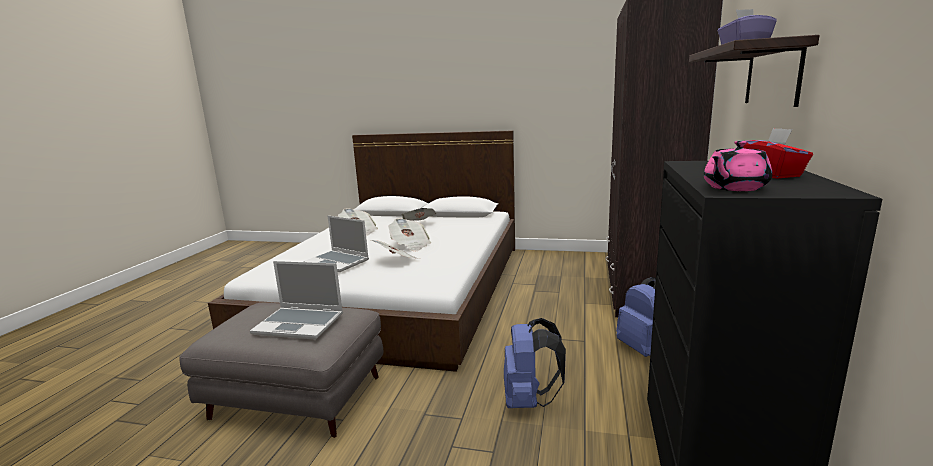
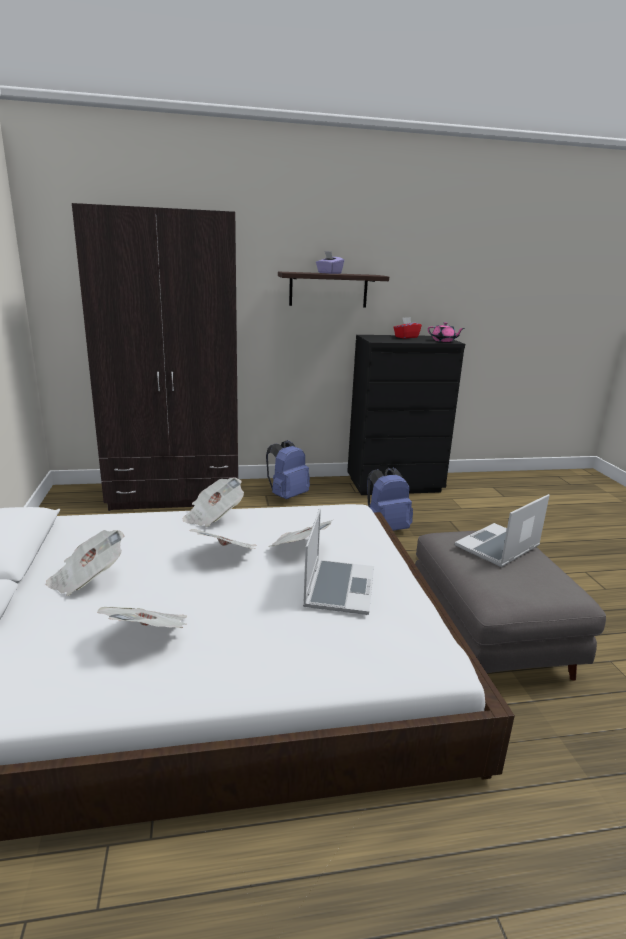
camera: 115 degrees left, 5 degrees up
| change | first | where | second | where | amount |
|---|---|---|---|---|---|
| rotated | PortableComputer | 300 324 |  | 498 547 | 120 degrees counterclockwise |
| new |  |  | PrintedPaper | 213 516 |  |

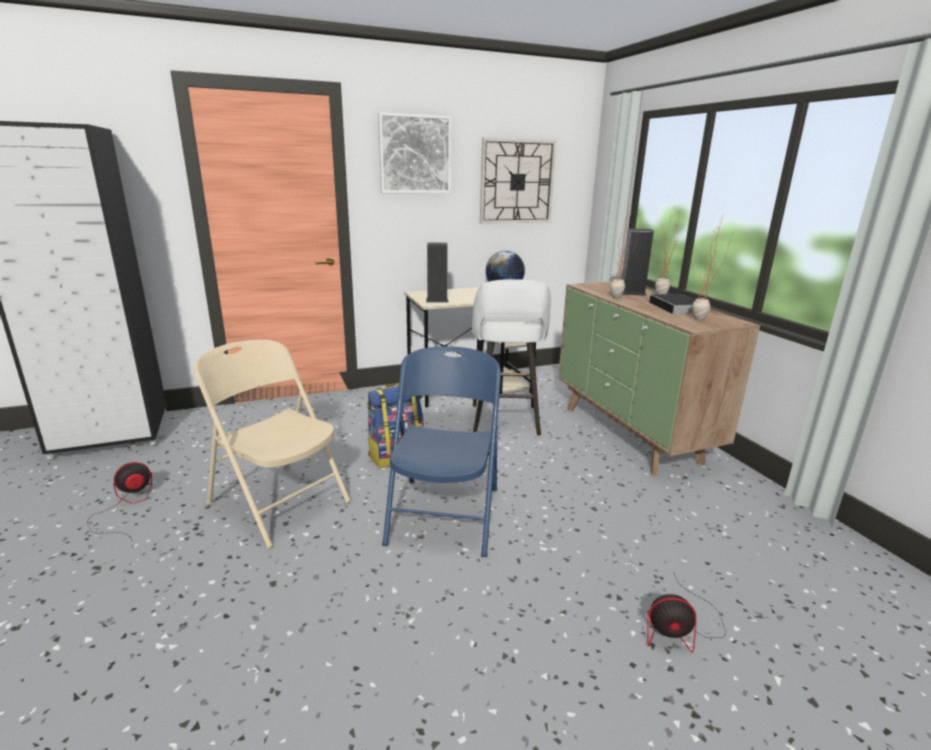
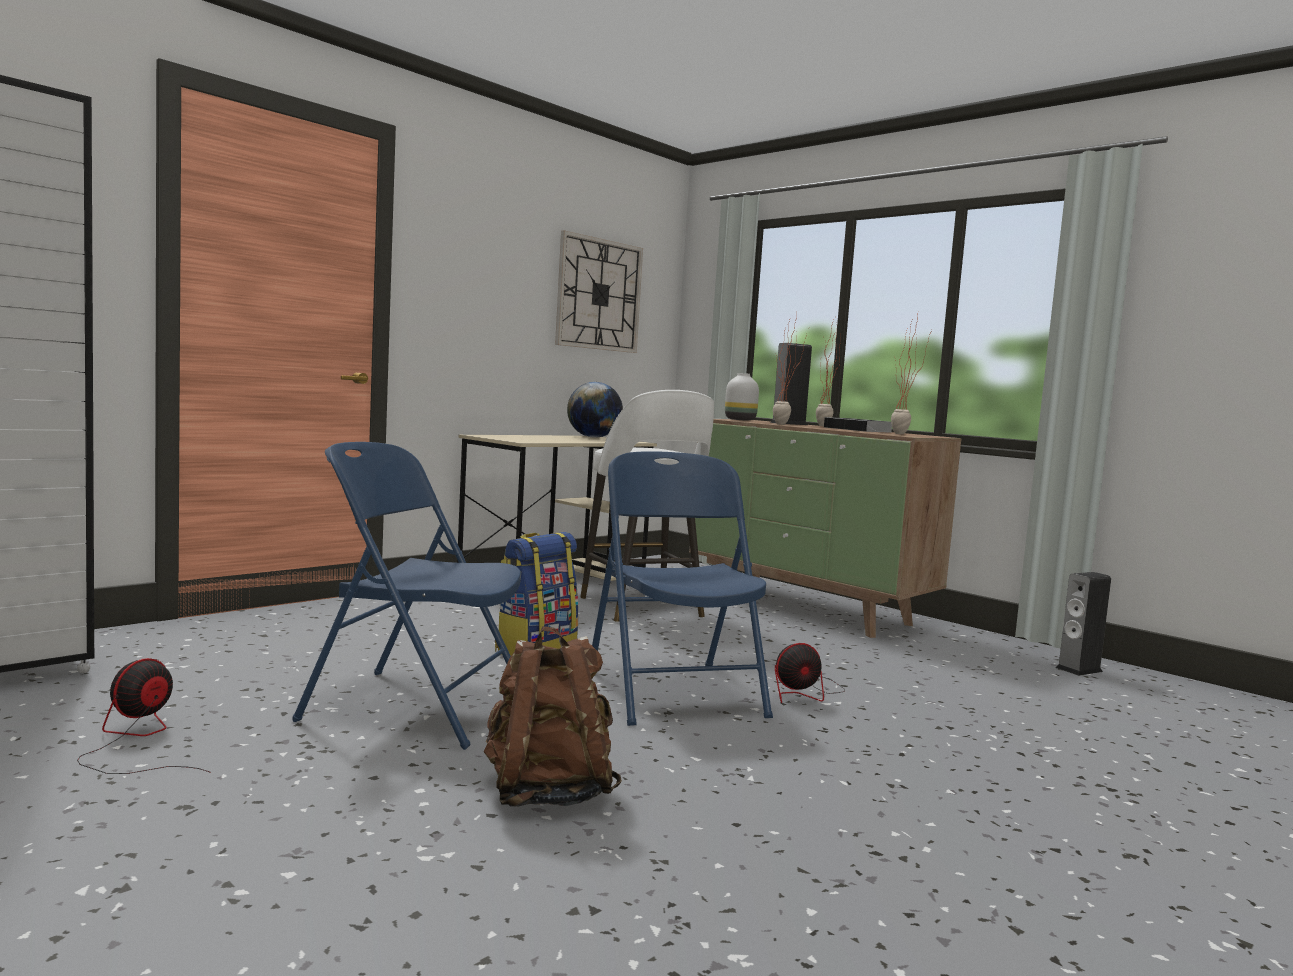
camera: 25 degrees left, 15 degrees down
| change | first | where | second | where | amount |
|---|---|---|---|---|---|
| gone | WallArt | 415 154 |  |  |  |
| shifted | AudioSpeaker | 437 300 |  | 1079 669 |  |
| repainted | BeigePlainChair | 279 502 | BluishPlainChair | 417 707 |  |
| shifted | CoolingFan | 680 628 |  | 803 692 |  |
| new |  |  | WhitishFlowerVase | 740 420 |  |
| new |  |  | BrownColouredBackpack | 547 793 |  |

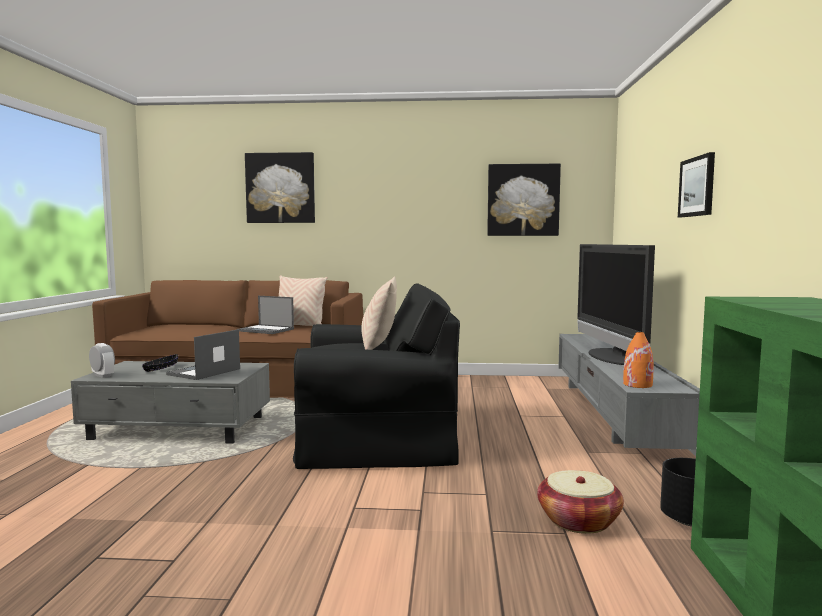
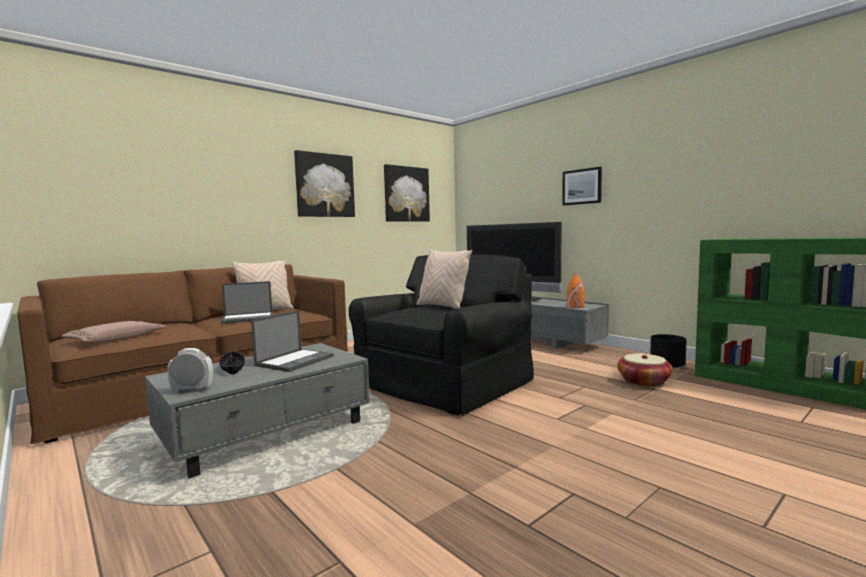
camera: 45 degrees left, 0 degrees up
| change | first | where | second | where | amount |
|---|---|---|---|---|---|
| shifted | WallArt | 280 188 |  | 324 185 |  |
| rotated | PortableComputer | 203 372 |  | 295 360 | 135 degrees counterclockwise |
| new |  |  | BeigeCushion | 116 337 |  |

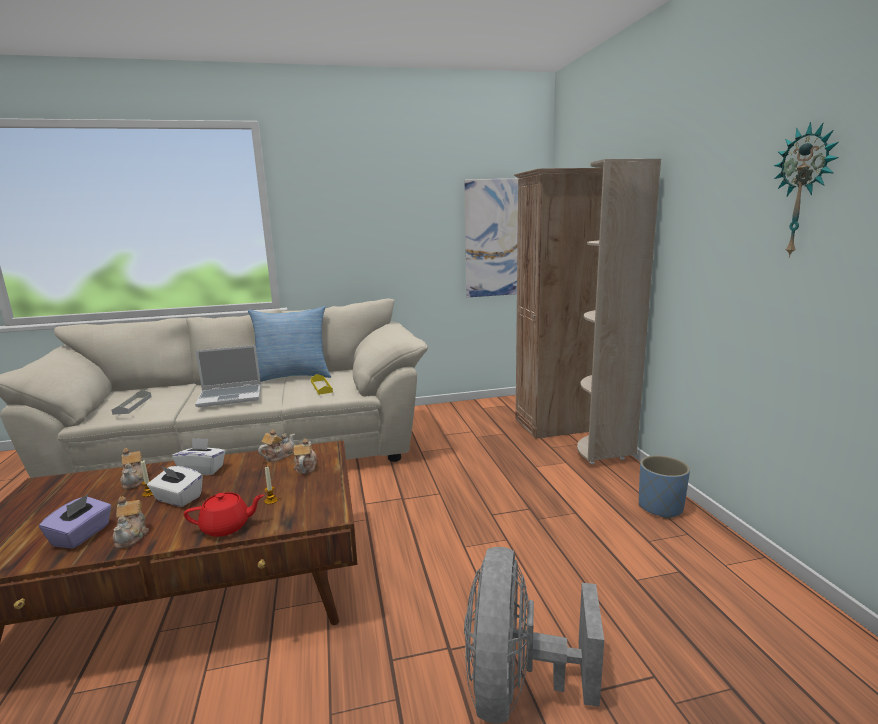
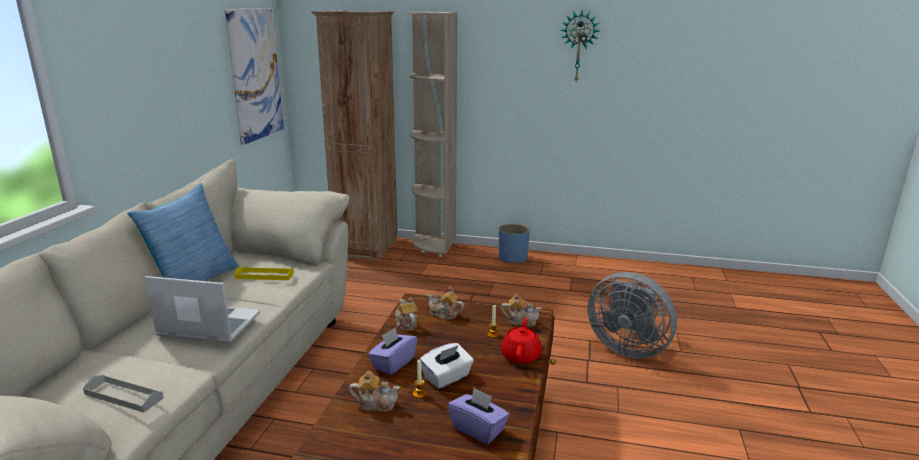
camera: 65 degrees left, 5 degrees up
| change | first | where | second | where | amount |
|---|---|---|---|---|---|
| rotated | PortableComputer | 231 396 |  | 207 326 | 90 degrees counterclockwise |
| repainted | WhitishBoxOfTissues | 202 470 | PurpleBoxOfTissues | 393 363 |  |
| shifted | Teapot | 132 535 |  | 520 321 |  |

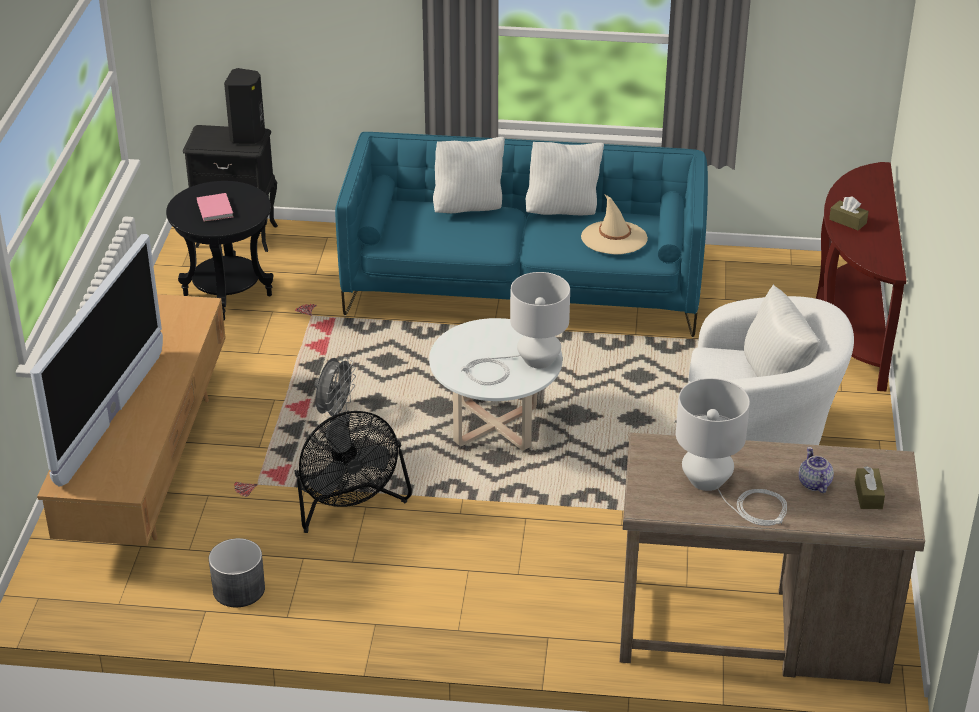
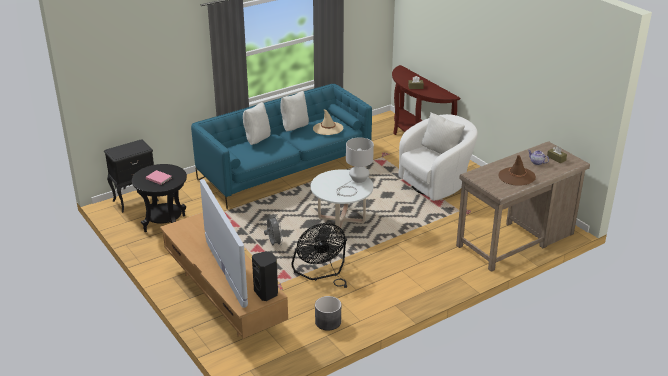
camera: 40 degrees left, 5 degrees down
| change | first | where | second | where | amount |
|---|---|---|---|---|---|
| shifted | BlackishAudioSpeaker | 248 136 |  | 267 293 |  |
| swapped | WhitishTabletopLamp | 727 491 | BrownColouredClothingHat | 516 176 |  |
| rotated | BlackishCoolingFan | 344 504 |  | 324 273 | 135 degrees counterclockwise |

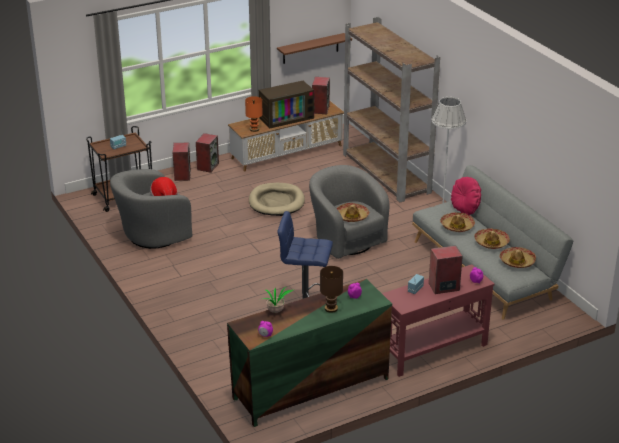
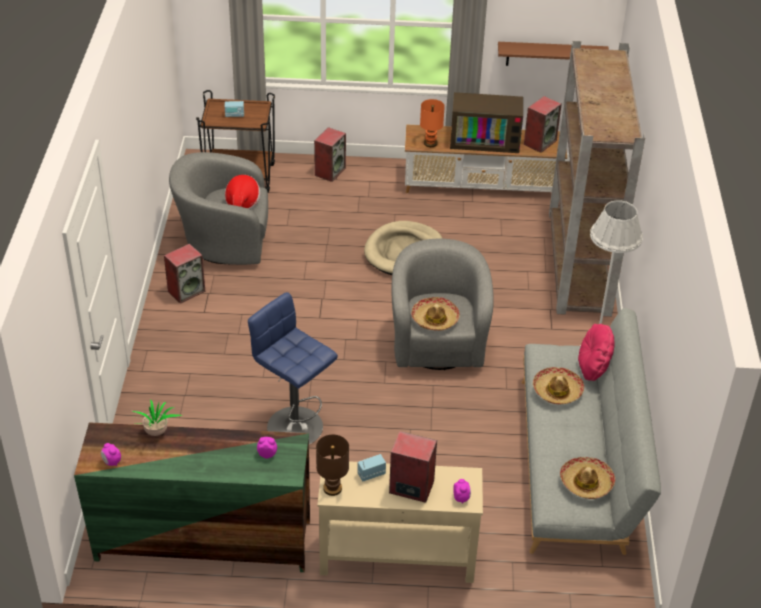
camera: 30 degrees right, 10 degrees up
| change | first | where | second | where | amount |
|---|---|---|---|---|---|
| shifted | AudioSpeaker | 207 166 |  | 186 291 |  |
| gone | ClothingHat | 491 243 |  |  |  |
| repainted | ReddishNarrowTable | 432 350 | BeigeNarrowTable | 396 556 |  |
| shifted | BrownColouredTabletopLamp | 331 308 |  | 332 488 |  |

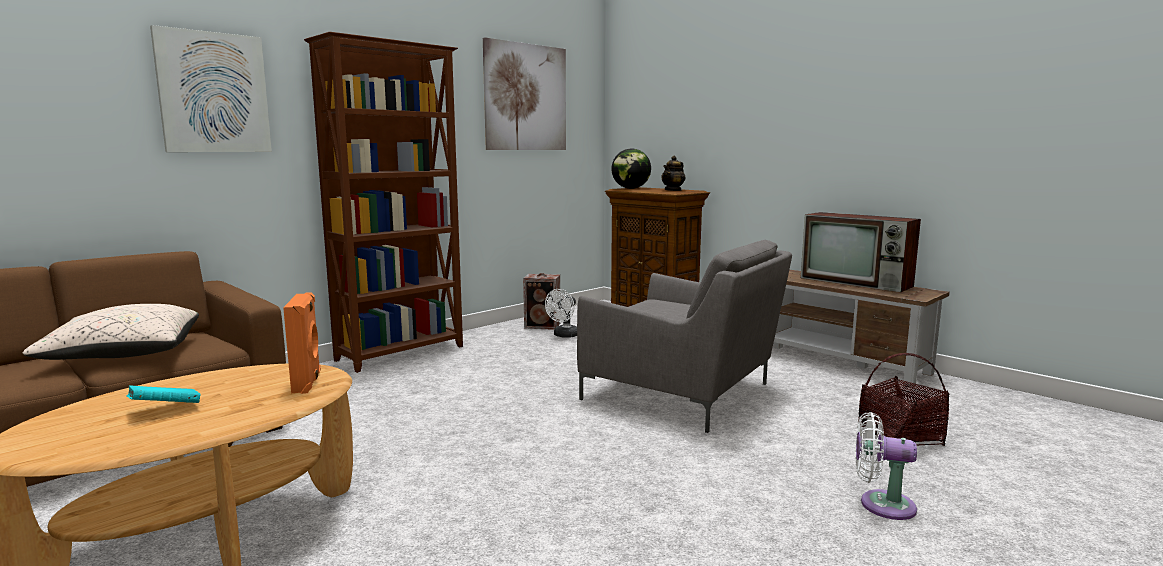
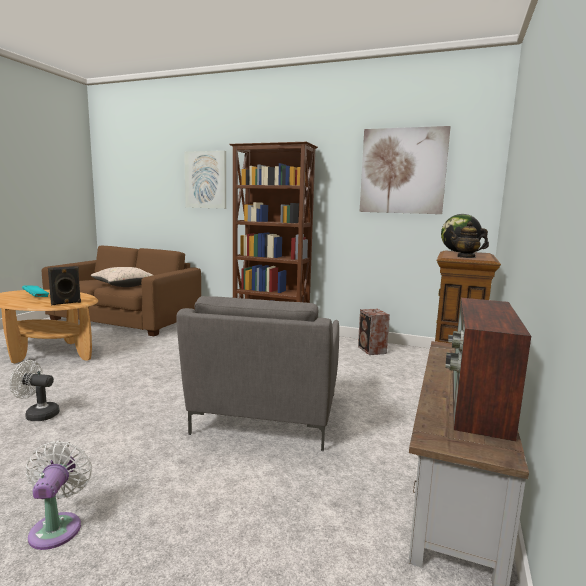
camera: 65 degrees right, 0 degrees up
| change | first | where | second | where | amount |
|---|---|---|---|---|---|
| shifted | WhitishCoolingFan | 564 335 |  | 37 414 |  |
| repainted | OrangeyAudioSpeaker | 308 382 | BlackishAudioSpeaker | 66 303 |  |
| gone | Basket | 900 437 |  |  |  |

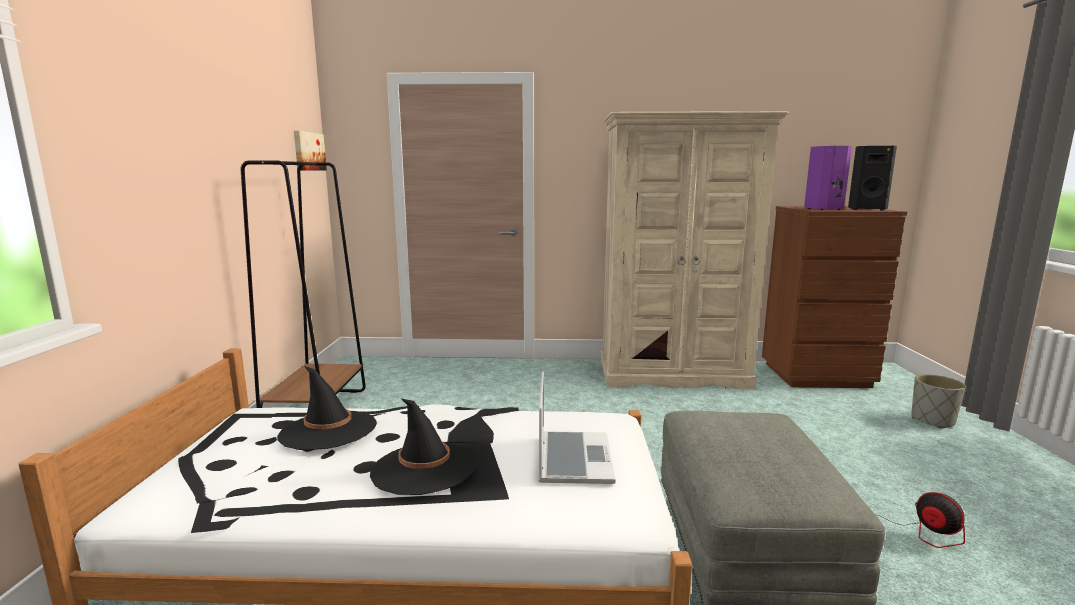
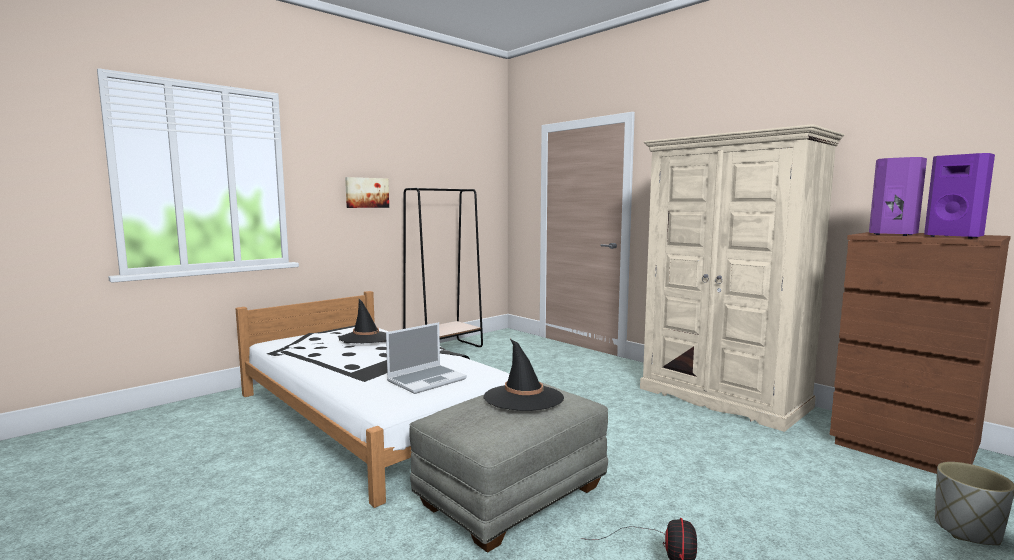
camera: 45 degrees right, 5 degrees down
| change | first | where | second | where | amount |
|---|---|---|---|---|---|
| shifted | WallArt | 308 151 |  | 366 192 |  |
| repainted | BlackishAudioSpeaker | 865 209 | PurpleAudioSpeaker | 955 237 |  |
| shifted | BlackishClothingHat | 424 468 |  | 523 398 |  |

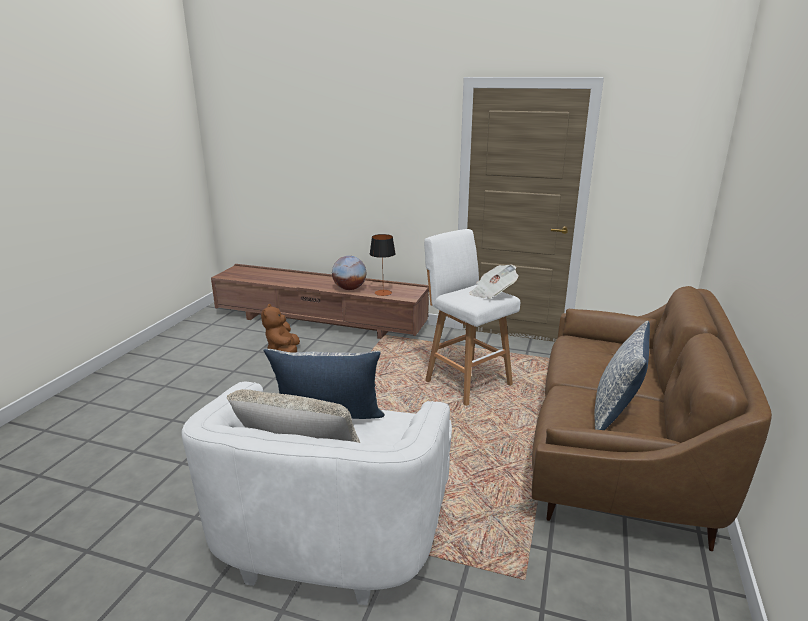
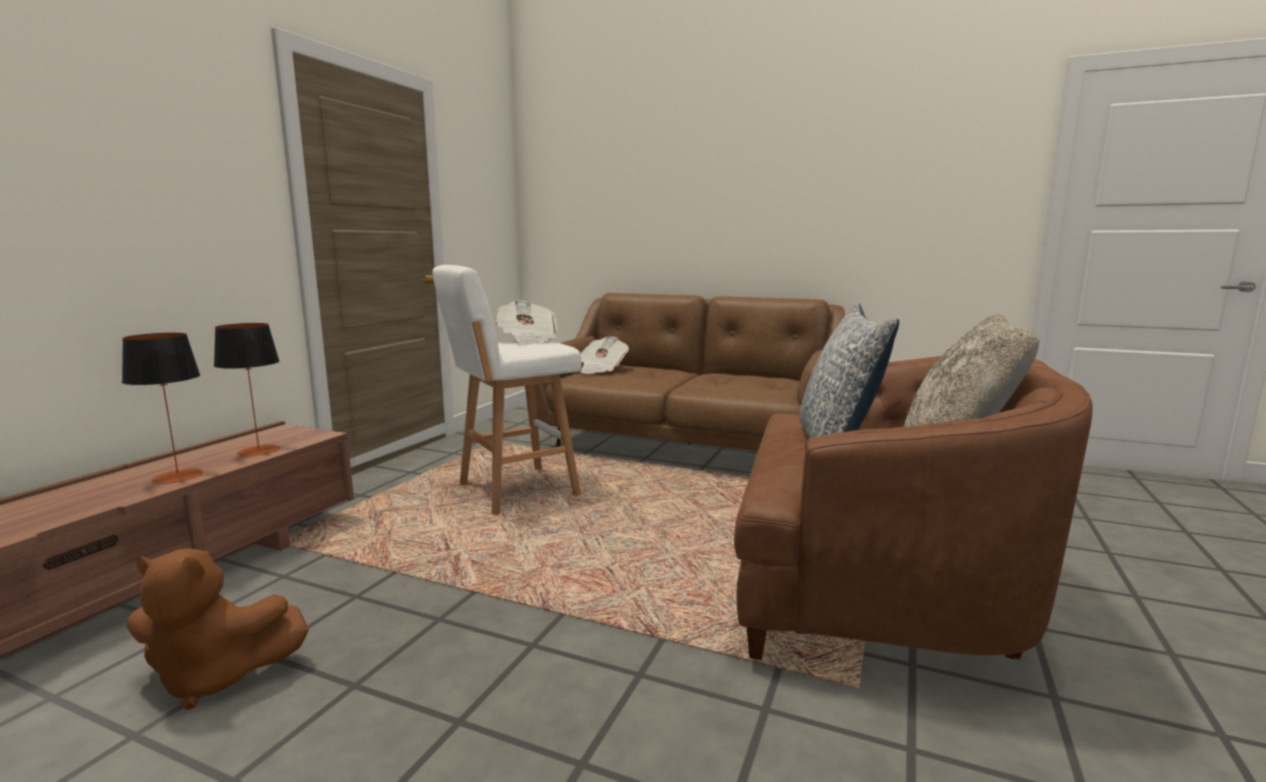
camera: 85 degrees left, 10 degrees down
| change | first | where | second | where | amount |
|---|---|---|---|---|---|
| swapped | Globe | 349 289 | TabletopLamp | 178 476 |  |
| gone | Cushion | 616 412 |  |  |  |
| repainted | WhitishArmchair | 331 533 | BrownColouredArmchair | 874 593 |  |
| new |  |  | PrintedPaper | 601 369 |  |

